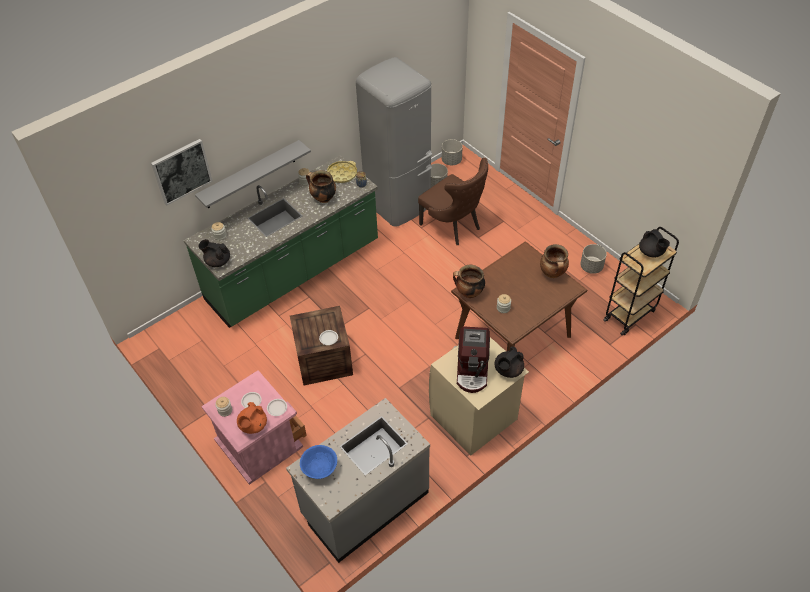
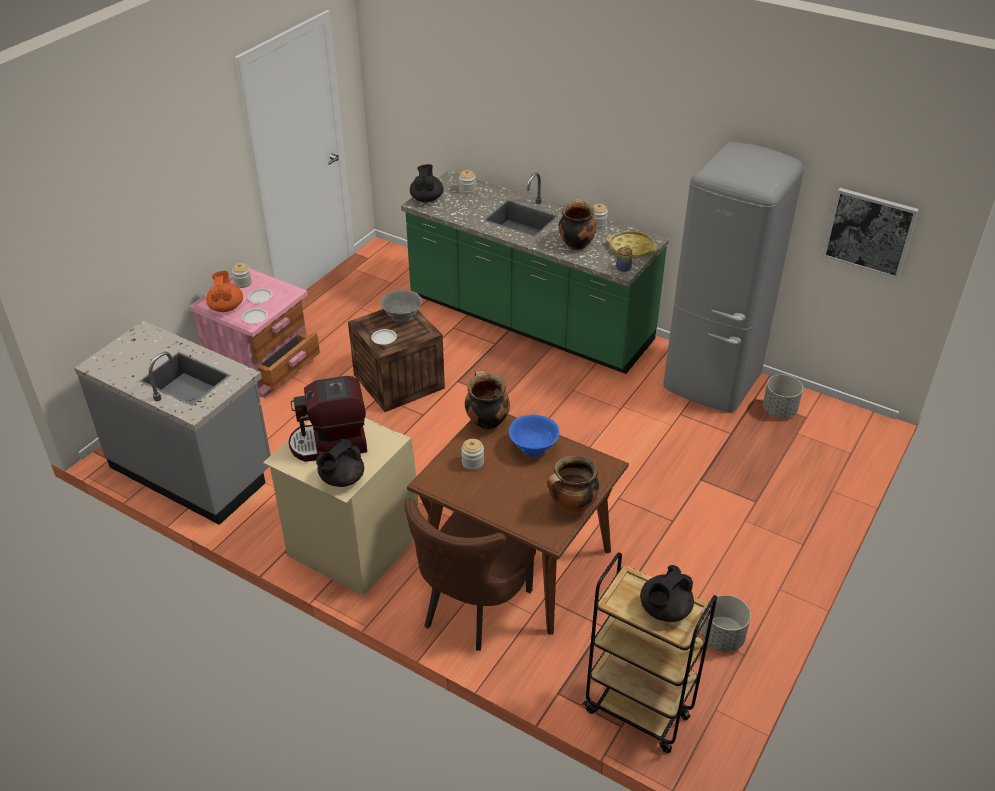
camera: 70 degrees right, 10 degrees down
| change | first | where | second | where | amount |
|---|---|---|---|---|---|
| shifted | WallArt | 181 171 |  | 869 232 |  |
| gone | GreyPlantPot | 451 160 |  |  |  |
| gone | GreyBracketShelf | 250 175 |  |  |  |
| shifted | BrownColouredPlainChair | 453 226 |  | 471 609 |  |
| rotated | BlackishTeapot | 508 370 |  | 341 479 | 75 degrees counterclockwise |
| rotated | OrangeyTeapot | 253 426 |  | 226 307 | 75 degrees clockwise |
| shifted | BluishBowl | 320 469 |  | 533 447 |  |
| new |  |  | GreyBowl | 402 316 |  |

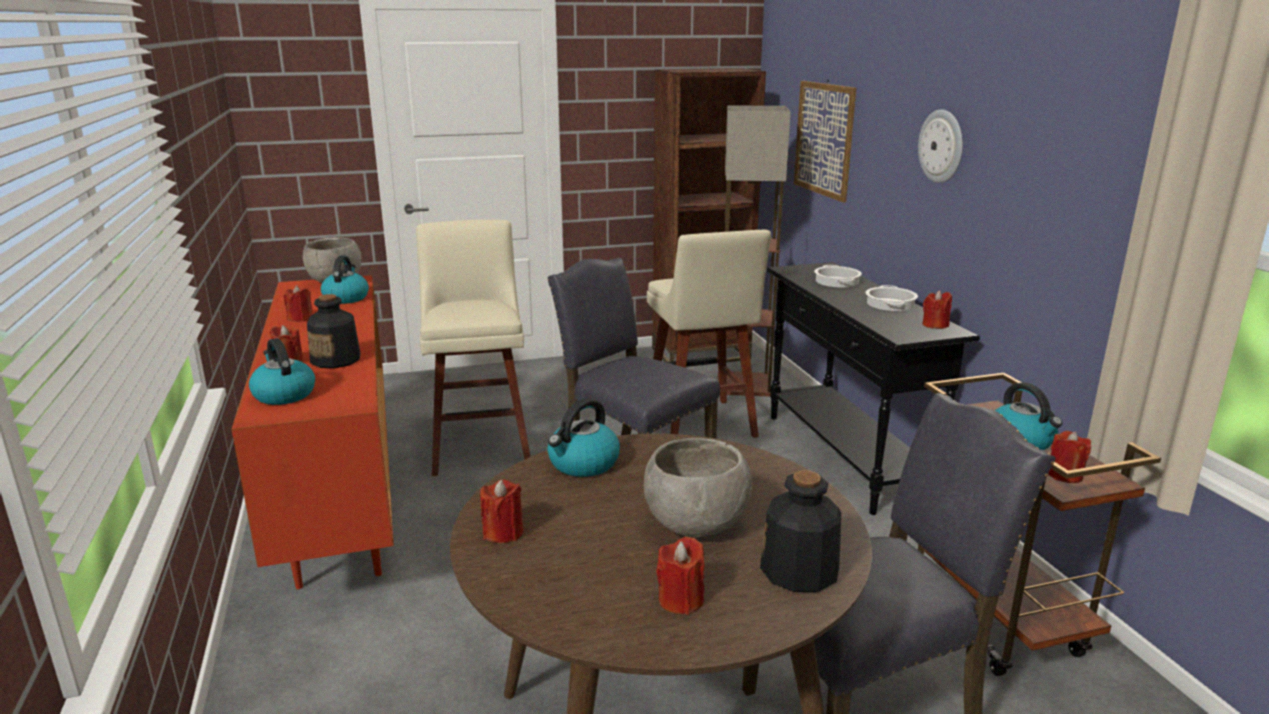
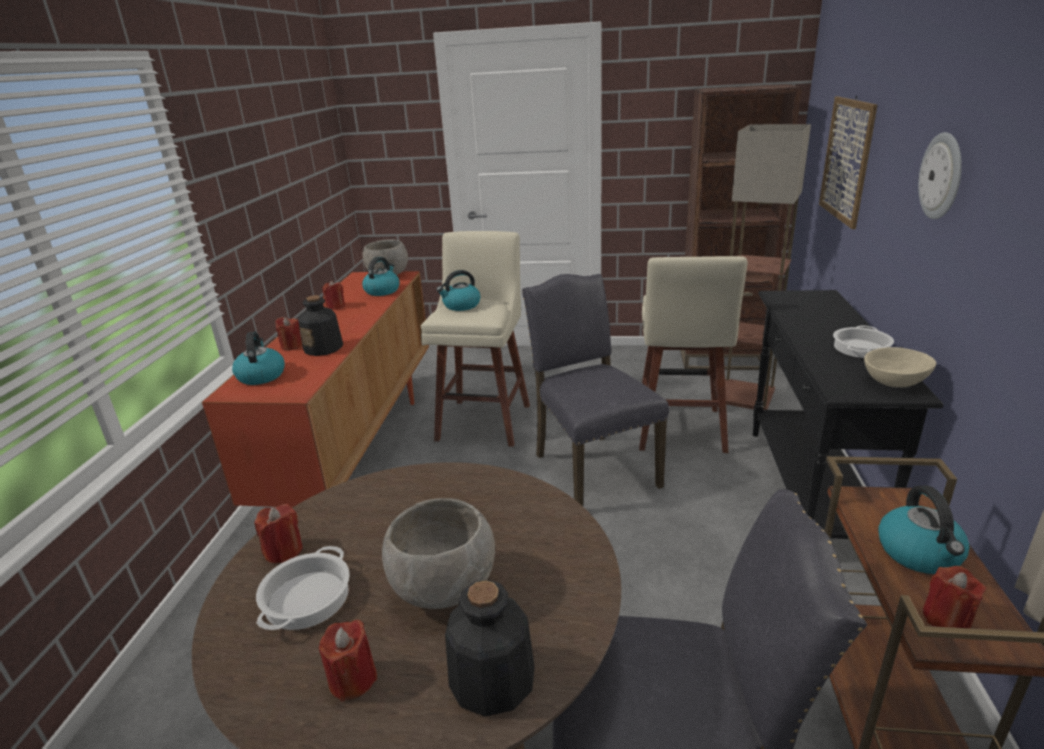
camera: 25 degrees right, 5 degrees up
| change | first | where | second | where | amount |
|---|---|---|---|---|---|
| shifted | Stockpot | 836 281 |  | 306 597 |  |
| swapped | ReddishCandle | 935 325 | BeigeBowl | 895 382 |  |
| shifted | WaterKettle | 583 464 |  | 461 306 |  |

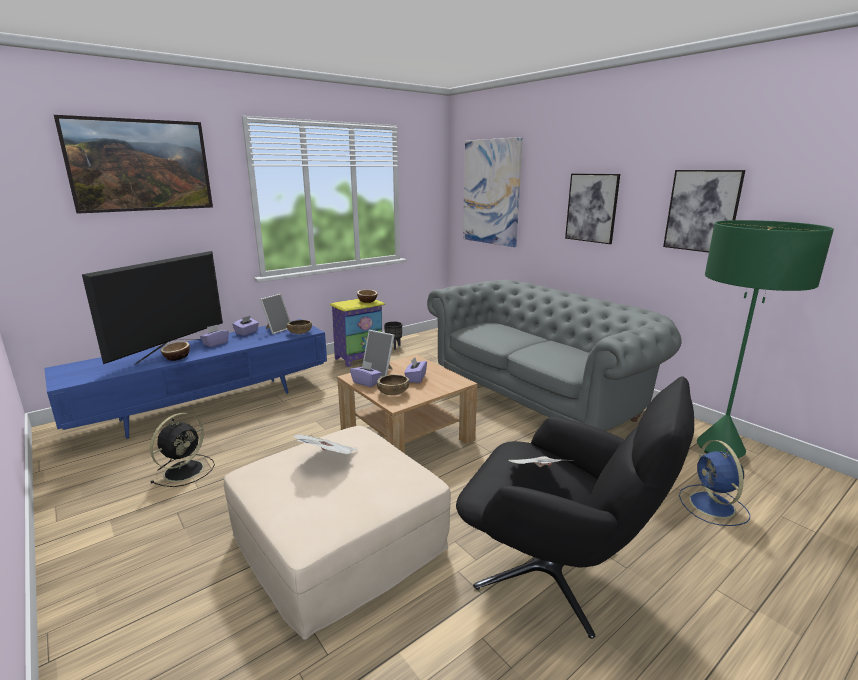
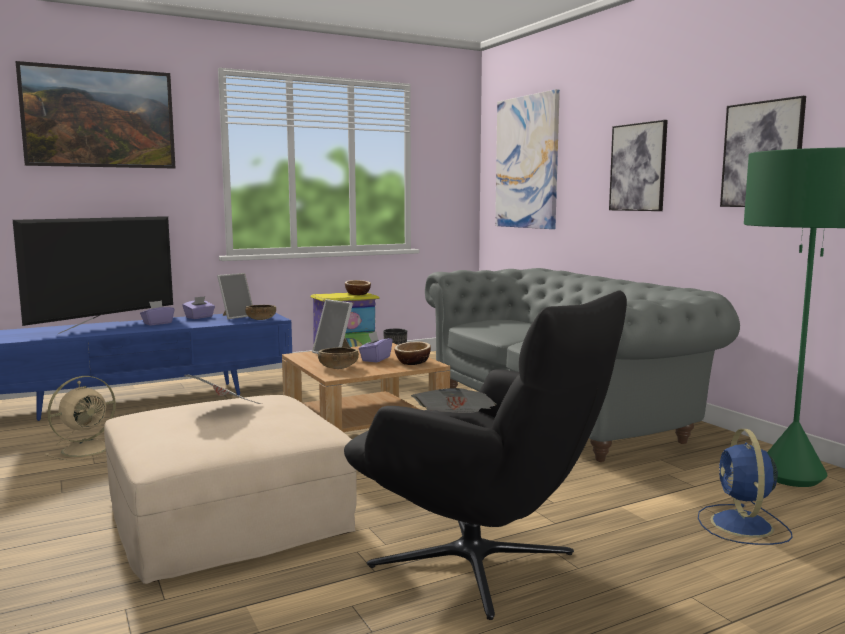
camera: 10 degrees right, 10 degrees down
| change | first | where | second | where | amount |
|---|---|---|---|---|---|
| shifted | Bowl | 177 357 |  | 412 362 |  |
| gone | PurpleBoxOfTissues | 366 382 |  |  |  |
| repainted | BlackishCoolingFan | 185 470 | BeigeCoolingFan | 88 449 |  |

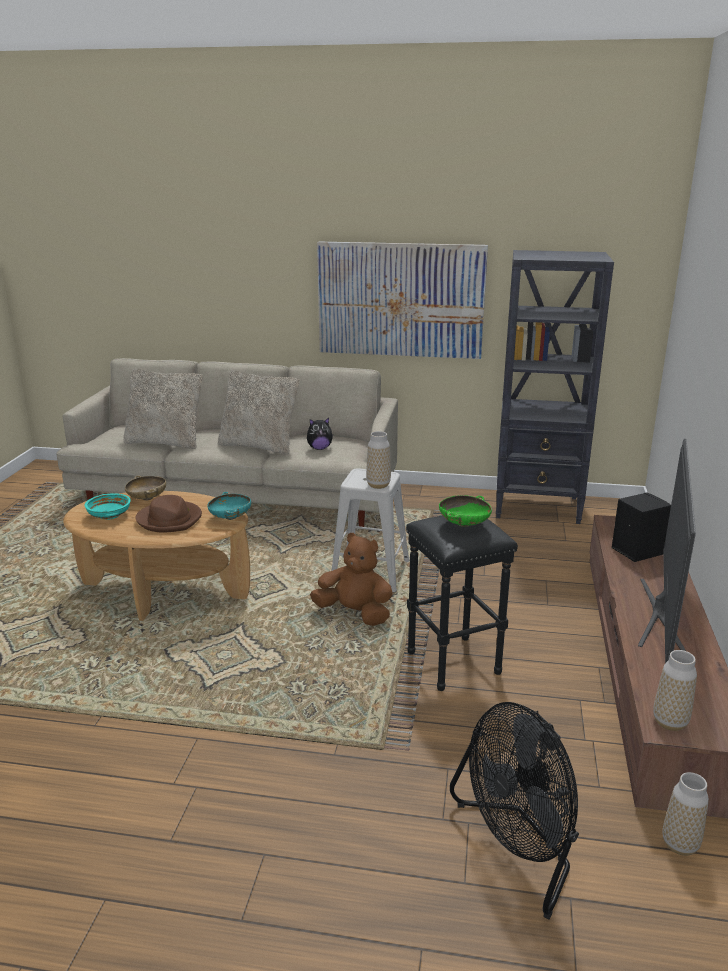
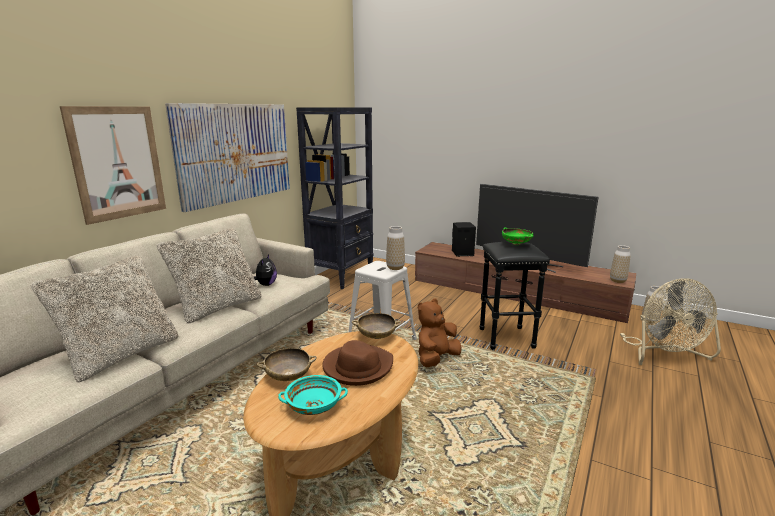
camera: 70 degrees left, 5 degrees down
| change | first | where | second | where | amount |
|---|---|---|---|---|---|
| repainted | BlueGreenBowl | 230 517 | BeigeBowl | 376 337 |  |
| repainted | BlackishCoolingFan | 522 841 | BeigeCoolingFan | 661 354 |  |
| new |  |  | WallArt | 118 163 |  |

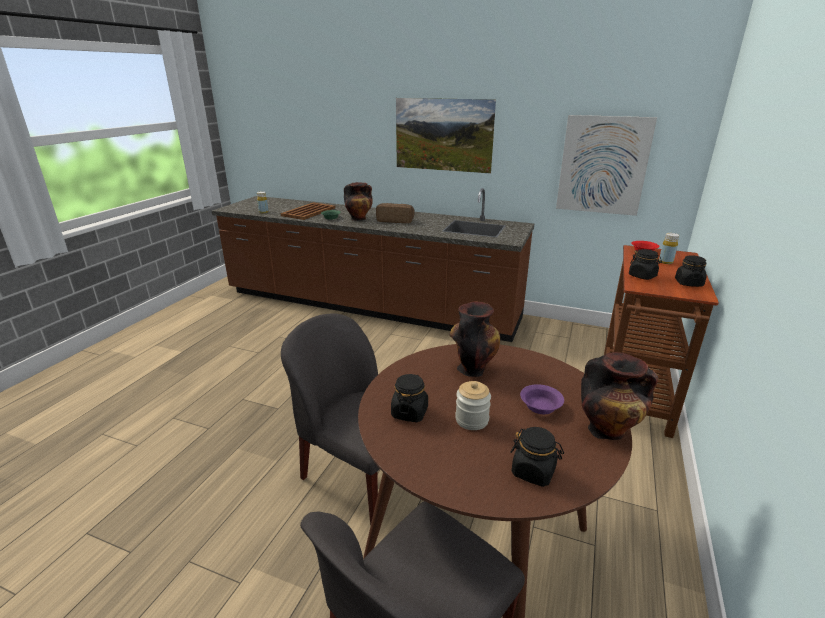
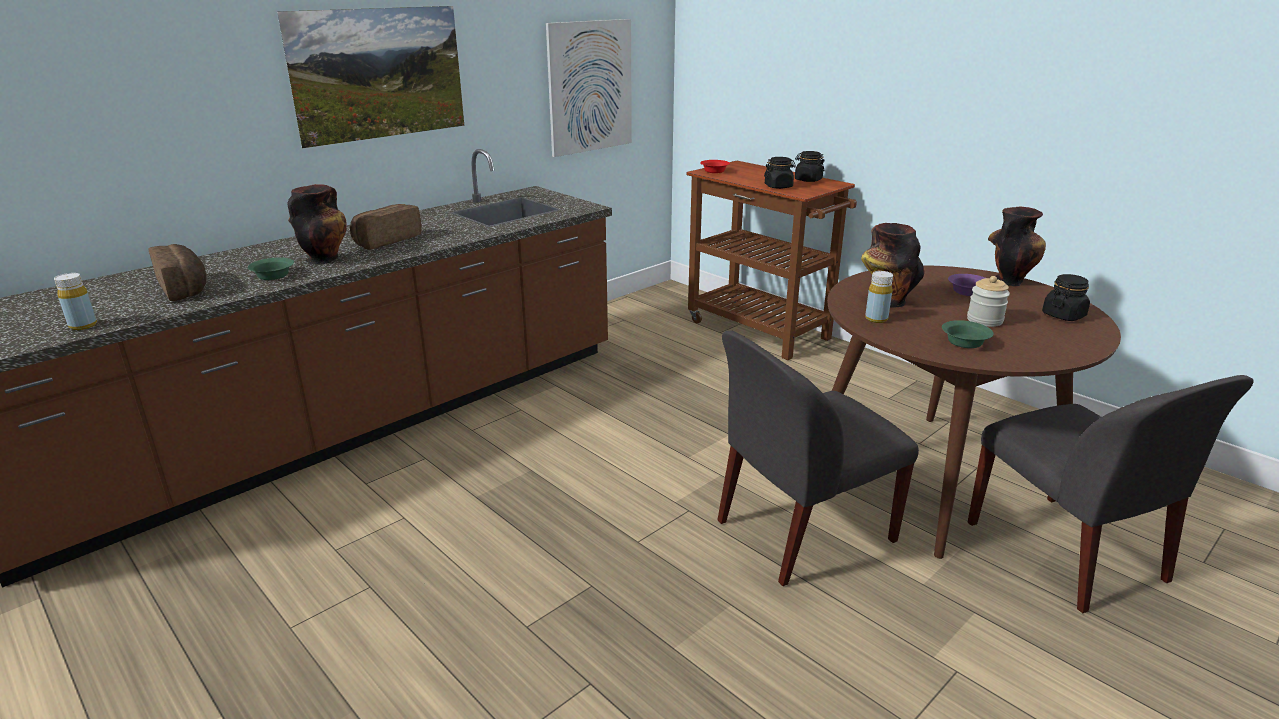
camera: 65 degrees left, 0 degrees up
| change | first | where | second | where | amount |
|---|---|---|---|---|---|
| swapped | BrownColouredTray | 308 212 | BakeryBread | 185 287 |  |
| shifted | YellowColouredBeverageBottle | 665 262 |  | 876 319 |  |
| swapped | BlackishPreserveJar | 409 412 | GreenishBowl | 966 342 |  |

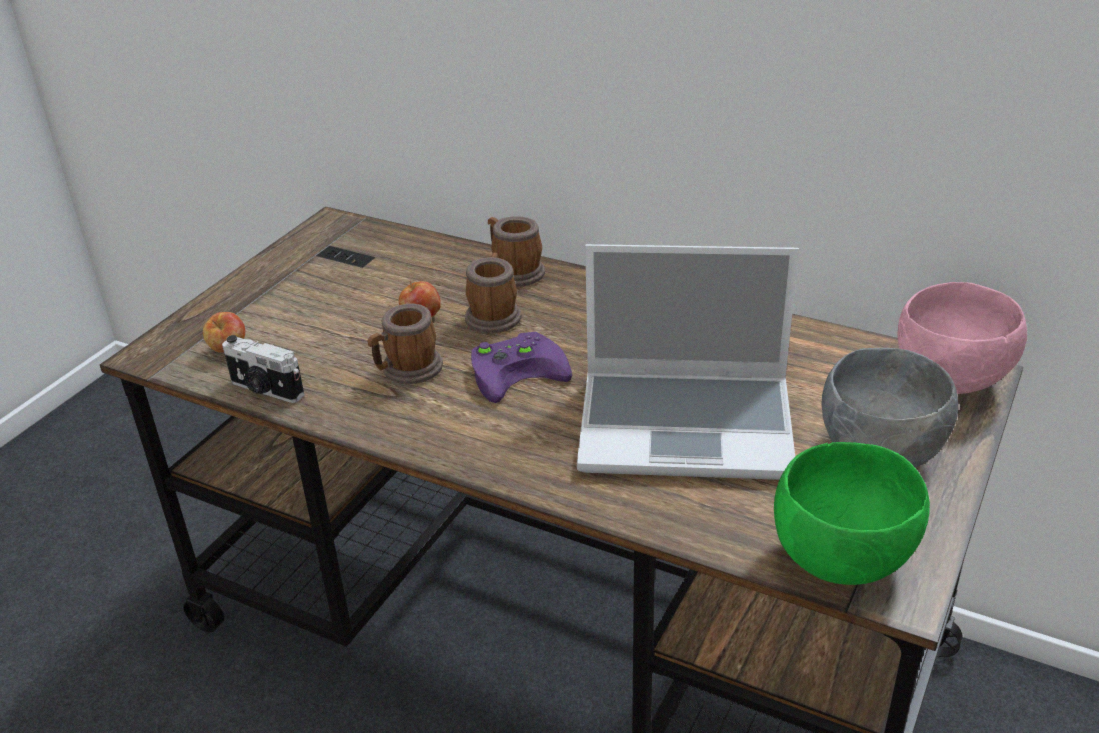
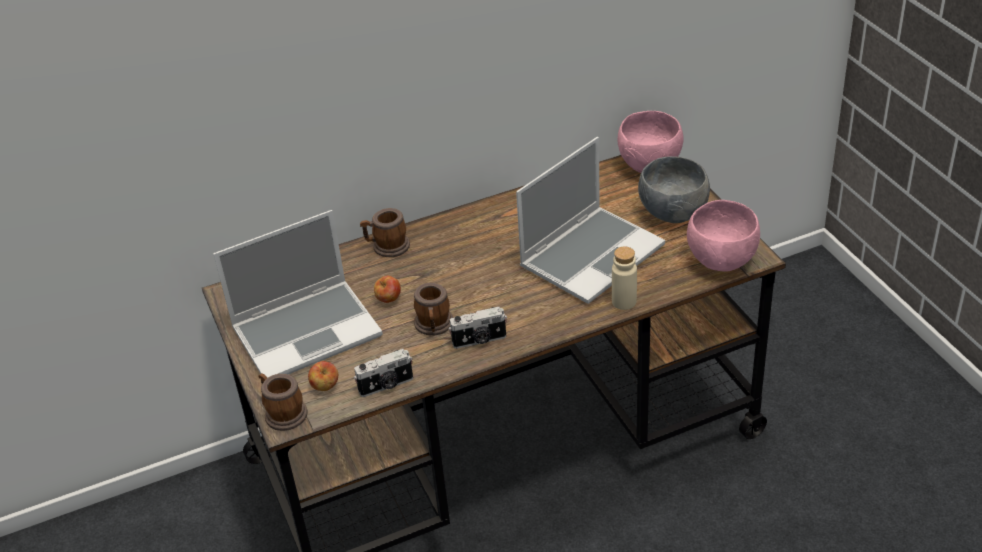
camera: 50 degrees left, 5 degrees up
| change | first | where | second | where | amount |
|---|---|---|---|---|---|
| shifted | Mug | 494 314 |  | 282 413 |  |
| gone | PurpleGamepad | 519 369 |  |  |  |
| repainted | GreenishBowl | 839 559 | PinkBowl | 720 261 |  |
| new |  |  | PortableComputer | 308 331 |  |
| new |  |  | BeigeBeverageBottle | 624 301 |  |
| new |  |  | StillCamera | 479 340 |  |

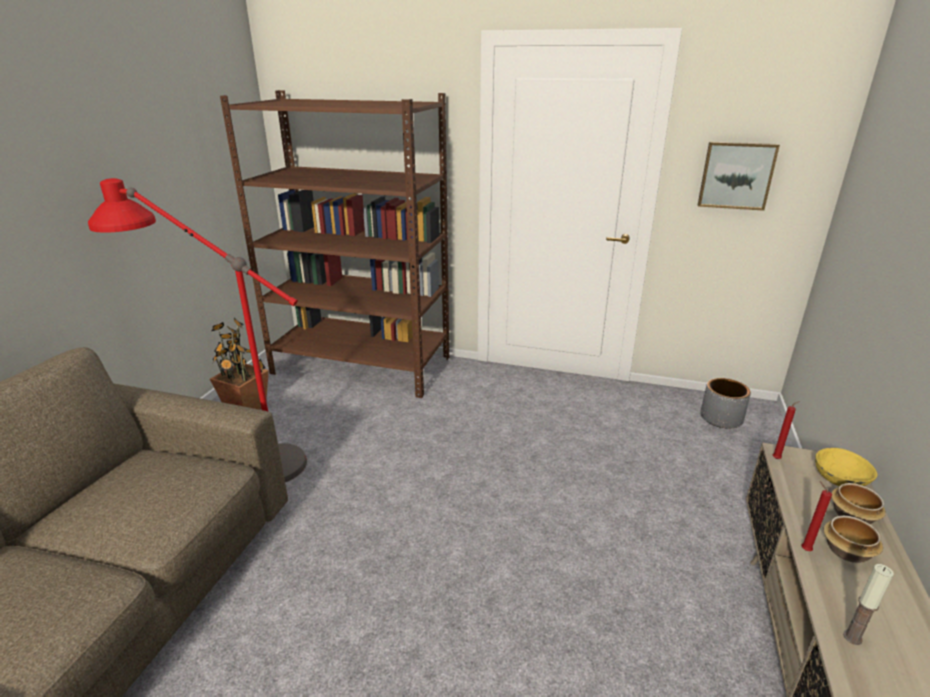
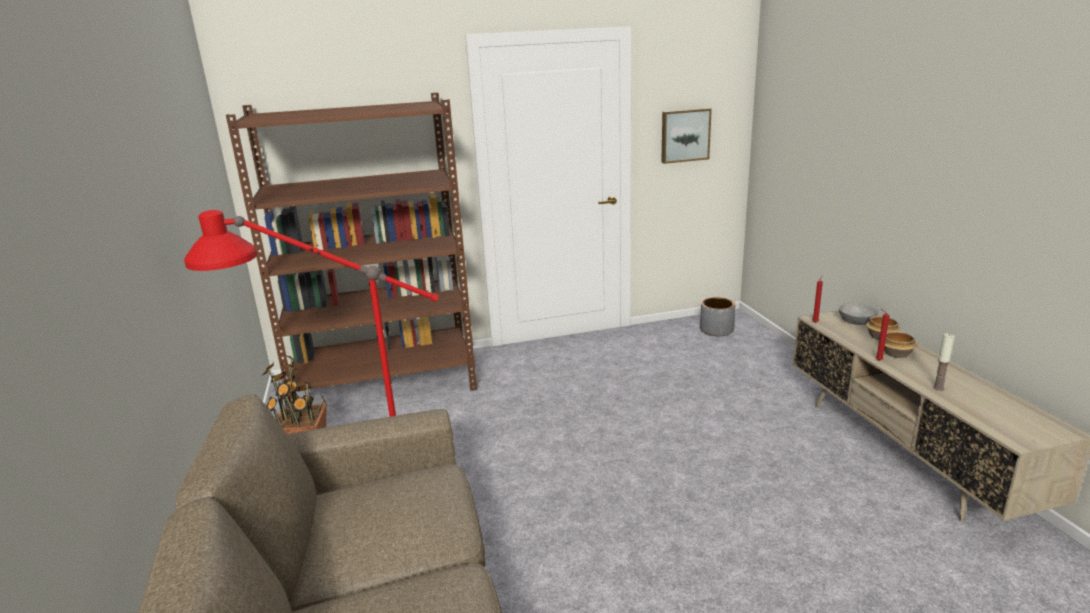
camera: 30 degrees left, 5 degrees down
| change | first | where | second | where | amount |
|---|---|---|---|---|---|
| repainted | YellowColouredBowl | 839 479 | GreyBowl | 856 322 |  |

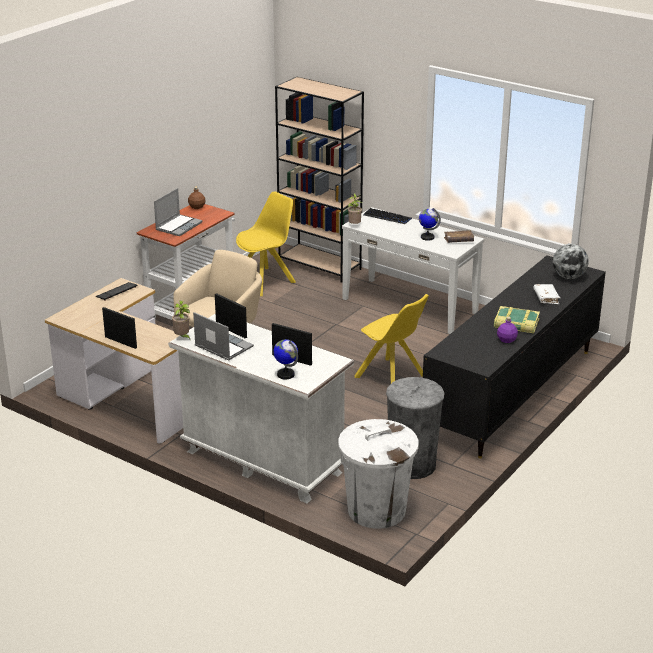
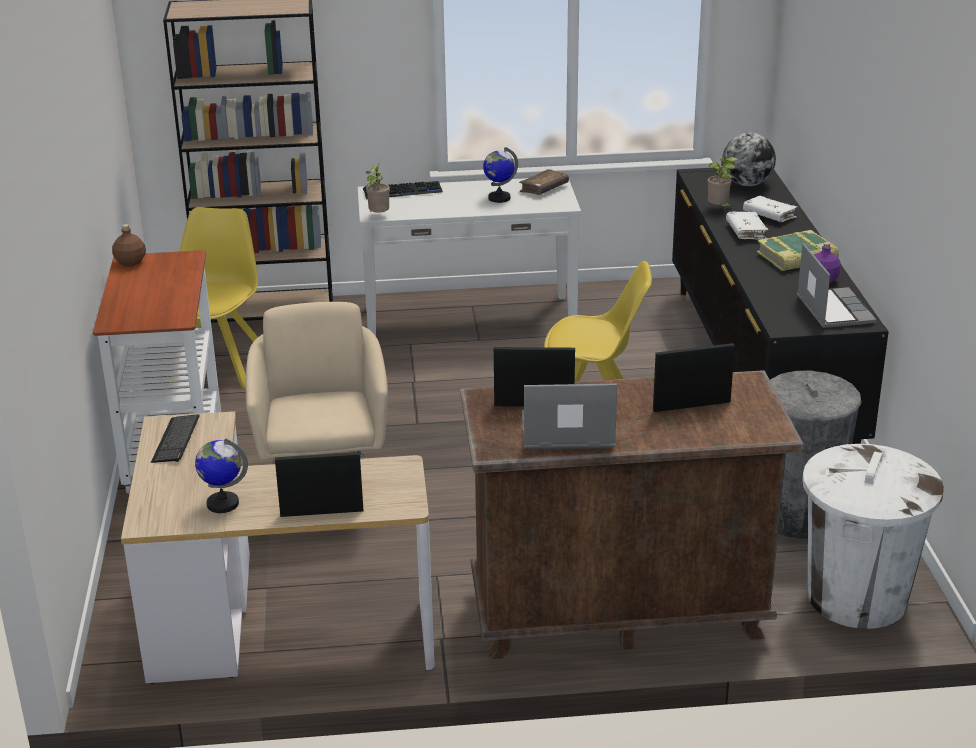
camera: 40 degrees left, 0 degrees up
| change | first | where | second | where | amount |
|---|---|---|---|---|---|
| shifted | PortableComputer | 178 226 |  | 833 309 |  |
| shifted | PottedPlant | 182 337 |  | 719 209 |  |
| repainted | WhitishChestOfDrawers | 263 462 | BrownColouredChestOfDrawers | 618 614 |  |
| shifted | Globe | 285 374 |  | 222 504 |  |
| new |  |  | WhitishVolume | 746 232 |  |

